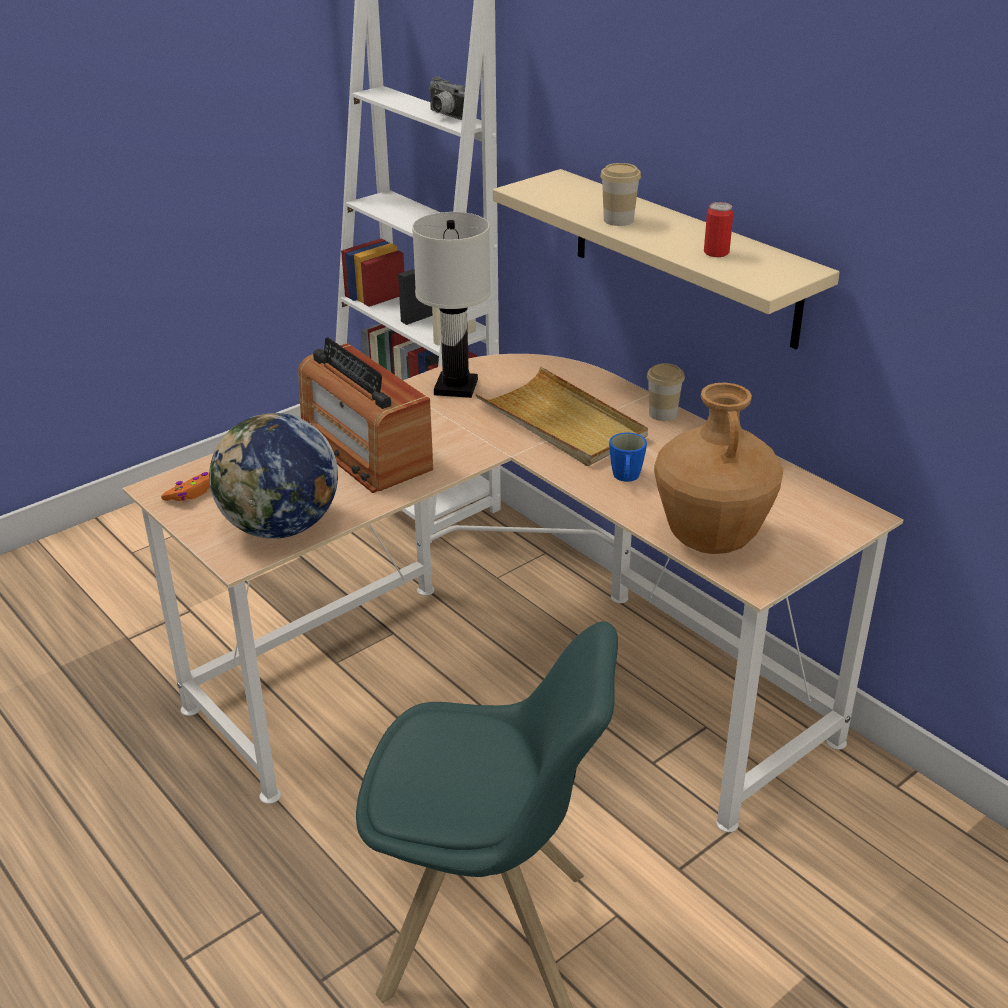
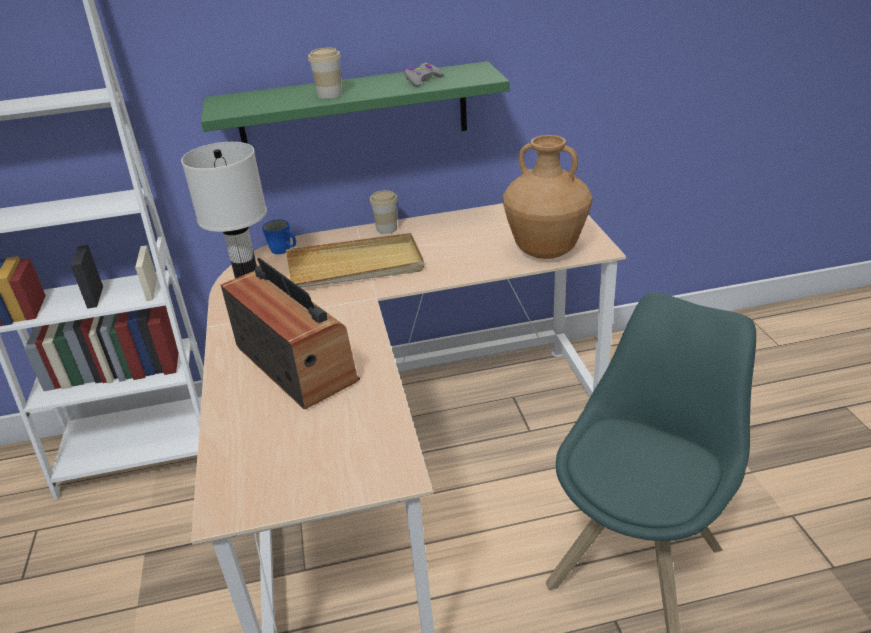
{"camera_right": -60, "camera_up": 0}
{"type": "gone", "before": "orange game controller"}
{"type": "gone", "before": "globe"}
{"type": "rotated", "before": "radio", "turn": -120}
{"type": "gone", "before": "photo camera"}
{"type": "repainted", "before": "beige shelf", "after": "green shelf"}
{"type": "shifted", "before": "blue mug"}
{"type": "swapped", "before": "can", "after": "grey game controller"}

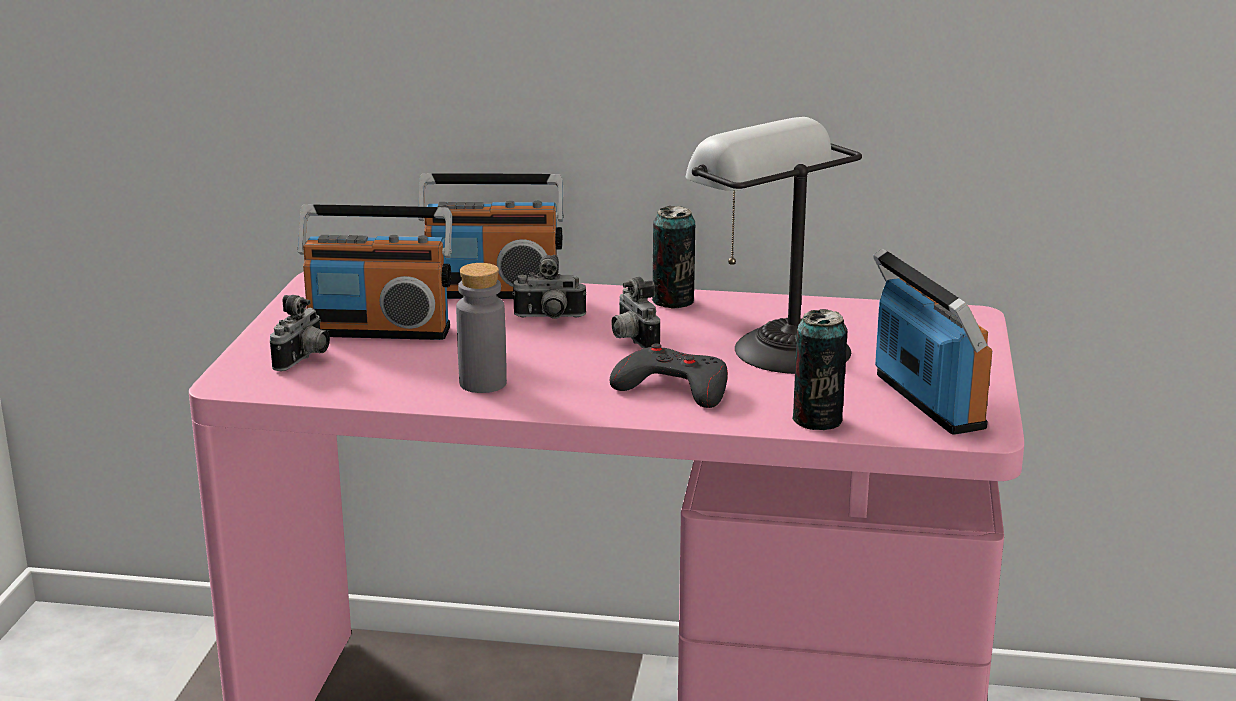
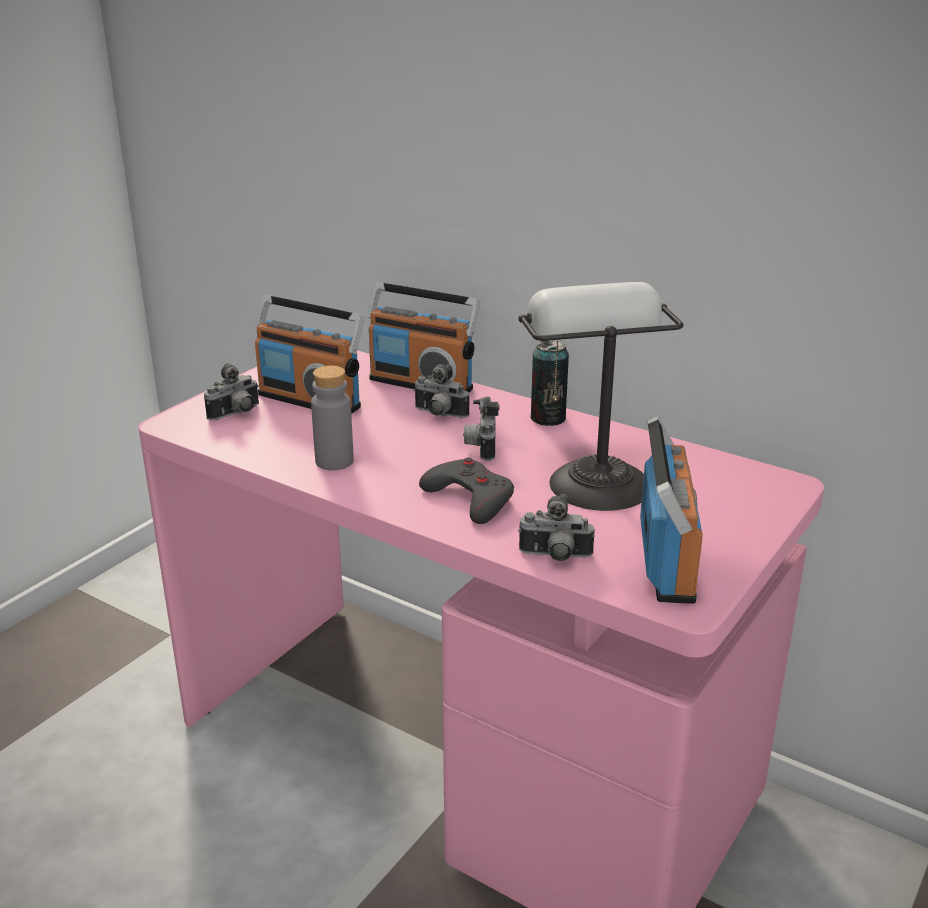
{"camera_right": 25, "camera_up": 5}
{"type": "swapped", "before": "can (no. 2 from left)", "after": "photo camera (no. 4 from left)"}

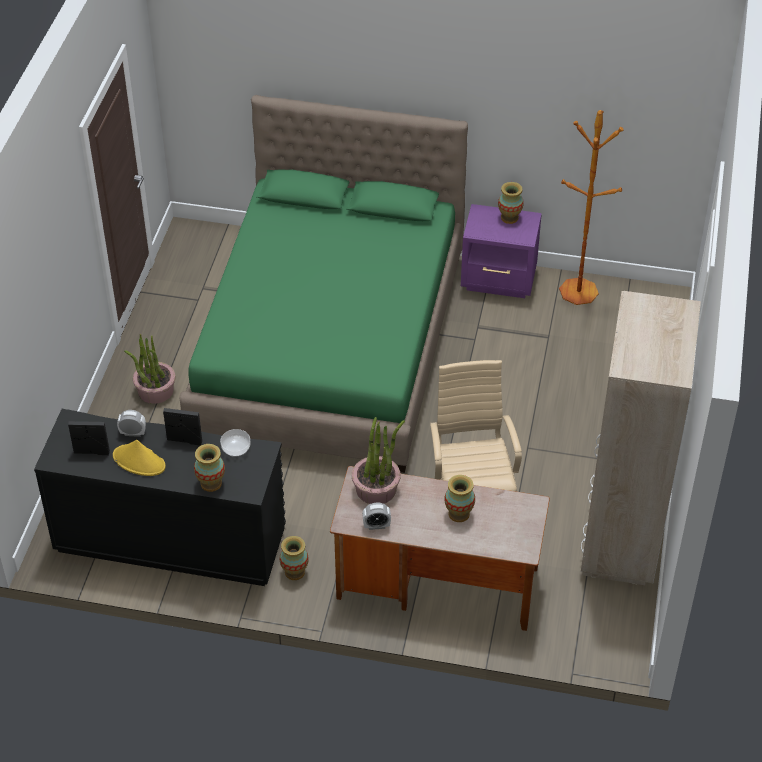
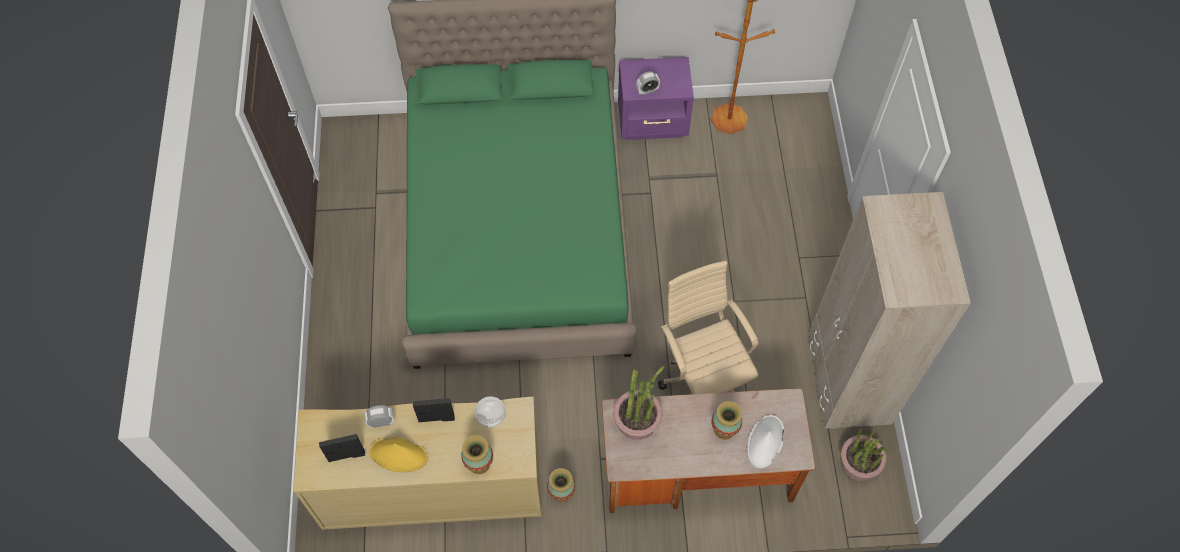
{"camera_right": -15, "camera_up": 15}
{"type": "repainted", "before": "black dresser", "after": "beige dresser"}
{"type": "shifted", "before": "potted plant (no. 1 from left in the first image)", "after": "potted plant (no. 2 from left)"}
{"type": "shifted", "before": "alarm clock (no. 2 from left)"}
{"type": "gone", "before": "vase (no. 4 from left)"}
{"type": "new", "after": "white hat"}

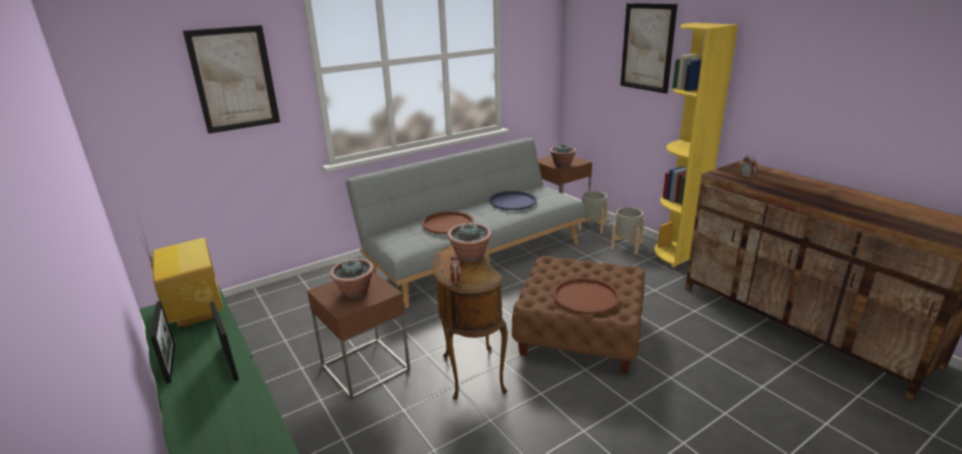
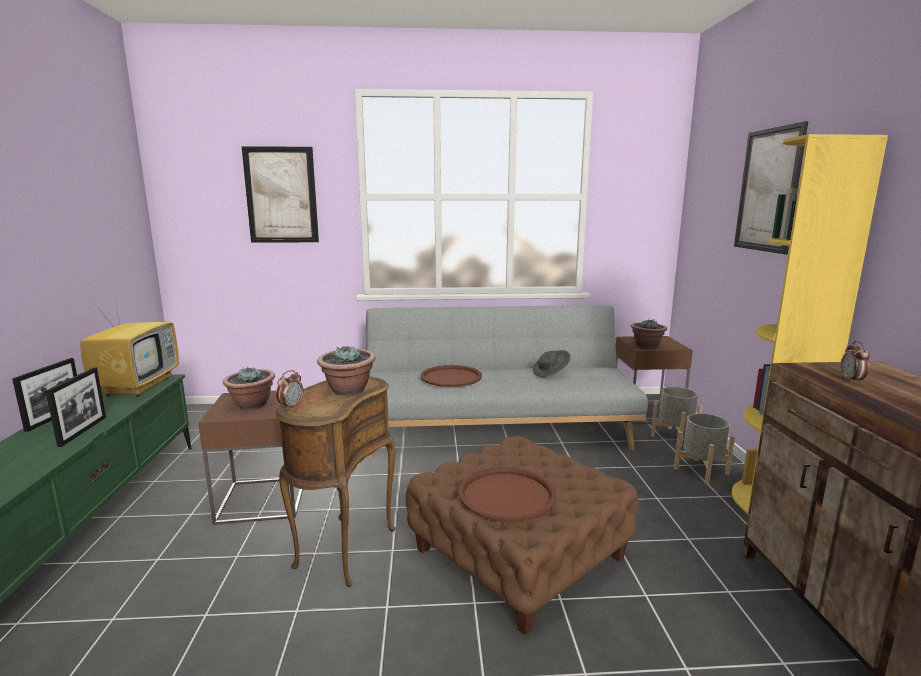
{"camera_right": 30, "camera_up": -10}
{"type": "swapped", "before": "blue tray", "after": "grey hat"}

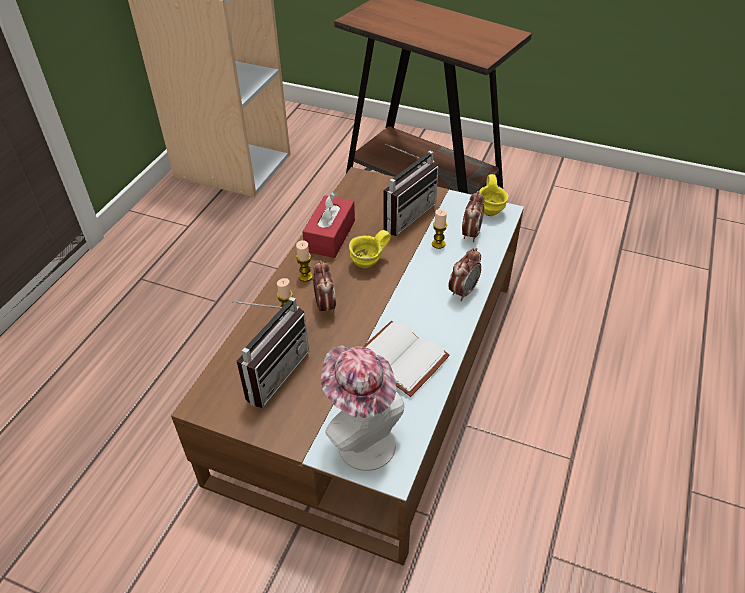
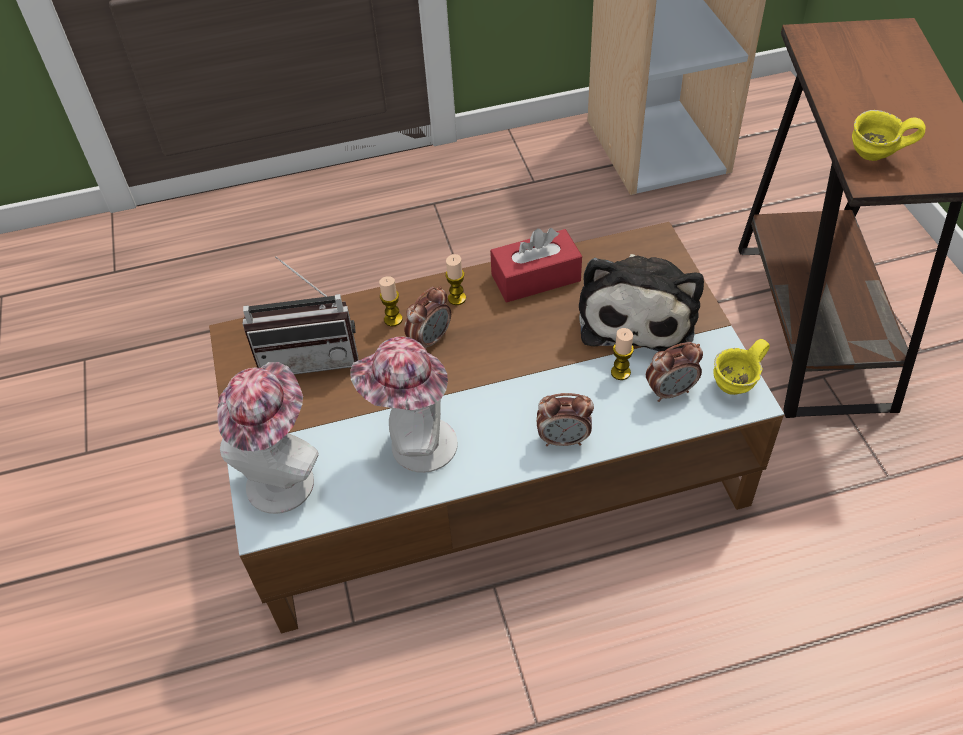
{"camera_right": 55, "camera_up": 5}
{"type": "shifted", "before": "yellow mug (no. 1 from left in the first image)", "after": "yellow mug (no. 2 from left)"}
{"type": "swapped", "before": "white book", "after": "hat (no. 2 from left)"}
{"type": "swapped", "before": "radio (no. 2 from left)", "after": "plush toy"}

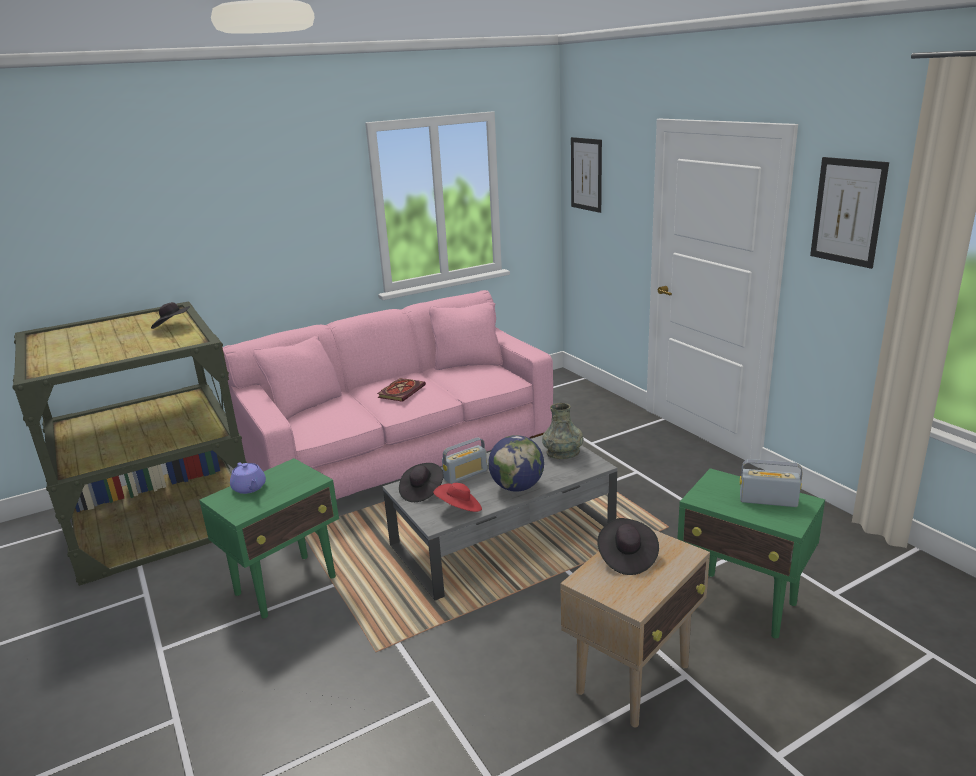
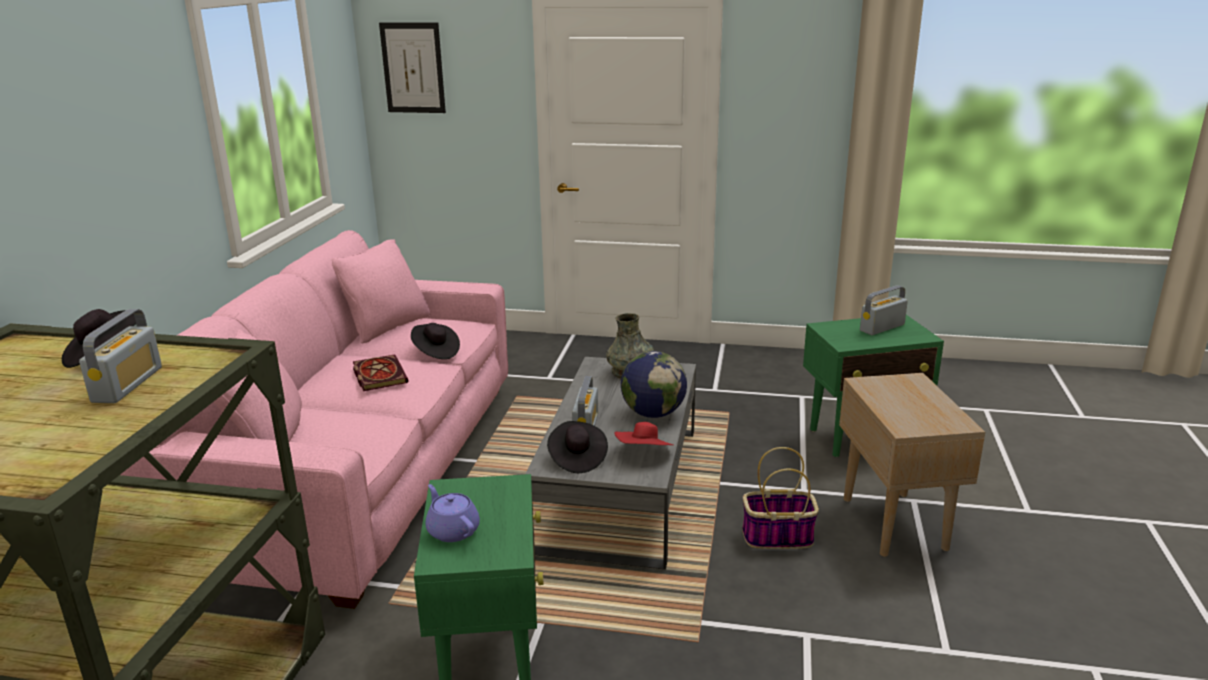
{"camera_right": -50, "camera_up": 0}
{"type": "rotated", "before": "purple teapot", "turn": -135}
{"type": "shifted", "before": "black hat (no. 3 from left in the first image)", "after": "black hat (no. 2 from left)"}
{"type": "gone", "before": "picture (no. 2 from left)"}
{"type": "new", "after": "radio (no. 1 from left)"}
{"type": "new", "after": "basket"}

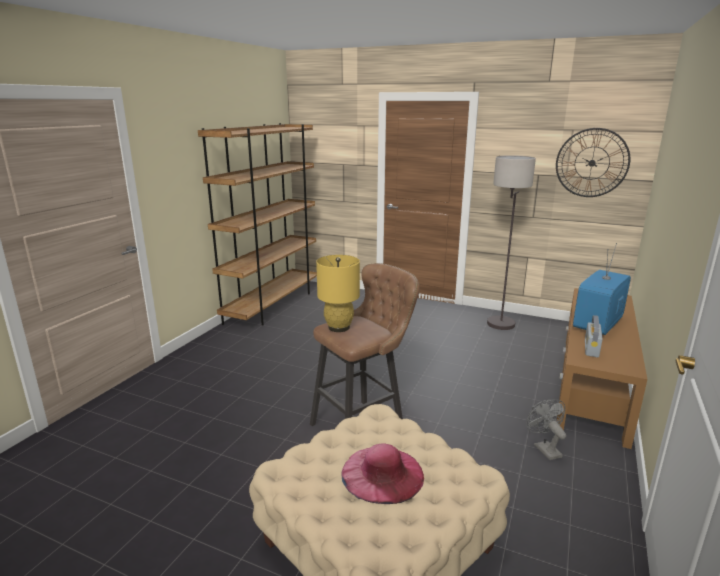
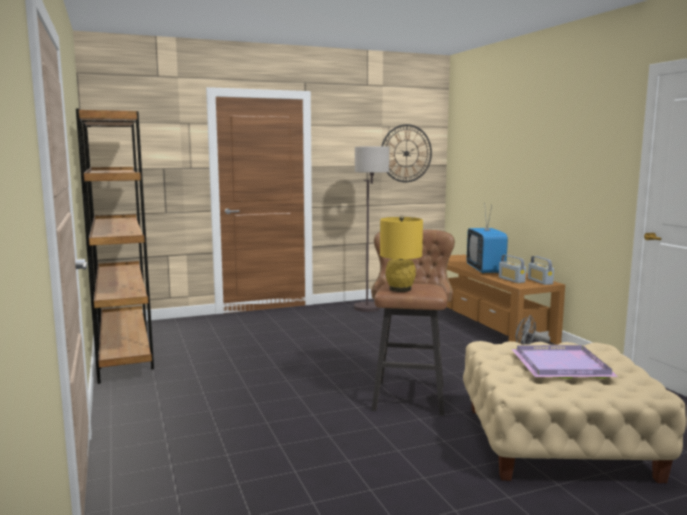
{"camera_right": -45, "camera_up": -10}
{"type": "swapped", "before": "pink hat", "after": "purple tray"}
{"type": "new", "after": "radio (no. 2 from left)"}

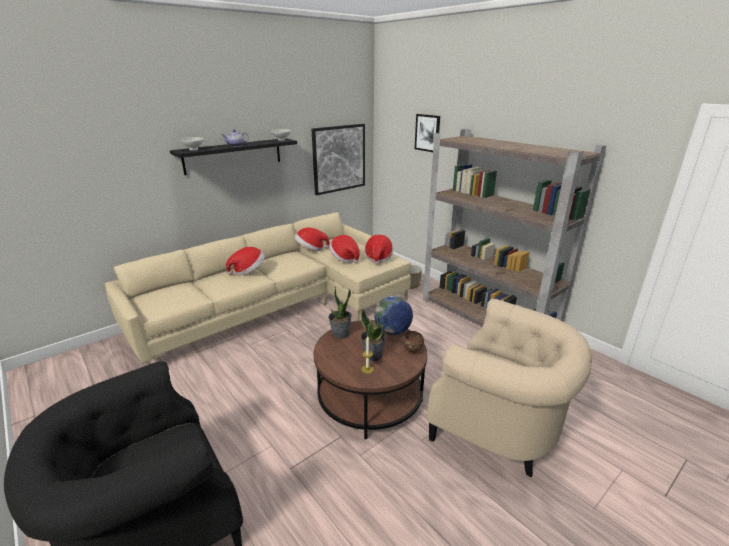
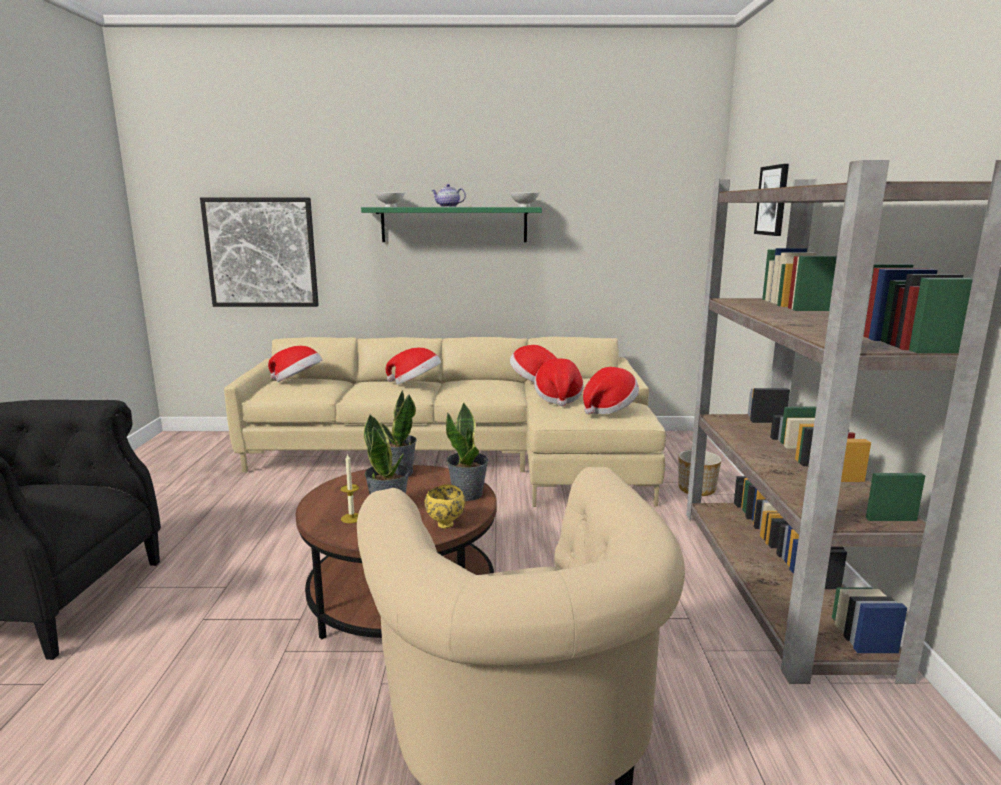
{"camera_right": 40, "camera_up": -10}
{"type": "repainted", "before": "black shelf", "after": "green shelf"}
{"type": "shifted", "before": "picture (no. 1 from left)"}
{"type": "swapped", "before": "globe", "after": "potted plant (no. 3 from left)"}
{"type": "repainted", "before": "brown bowl", "after": "yellow bowl"}
{"type": "new", "after": "hat (no. 1 from left)"}

